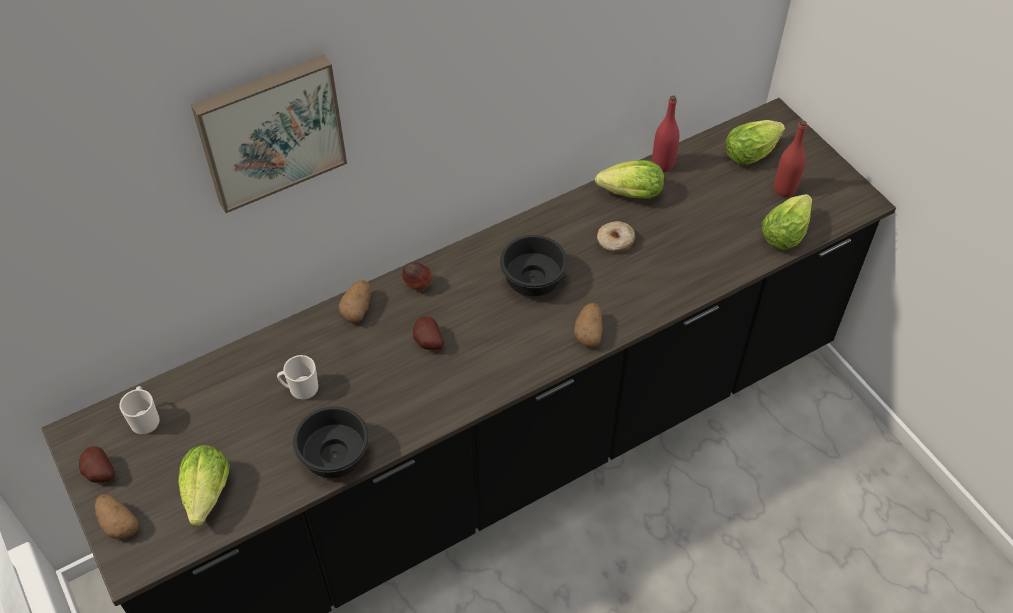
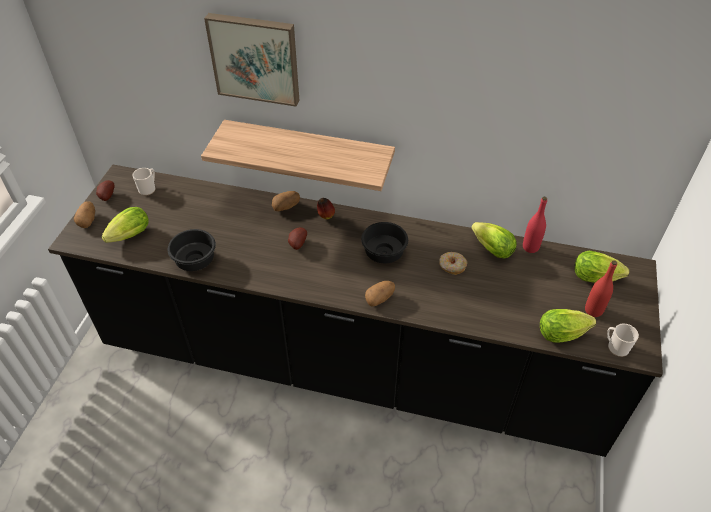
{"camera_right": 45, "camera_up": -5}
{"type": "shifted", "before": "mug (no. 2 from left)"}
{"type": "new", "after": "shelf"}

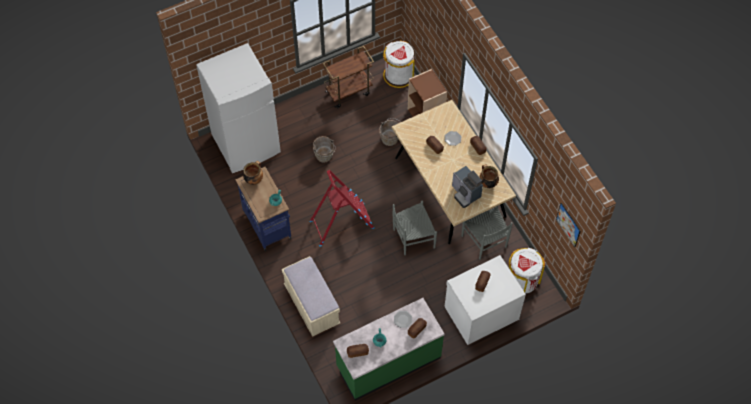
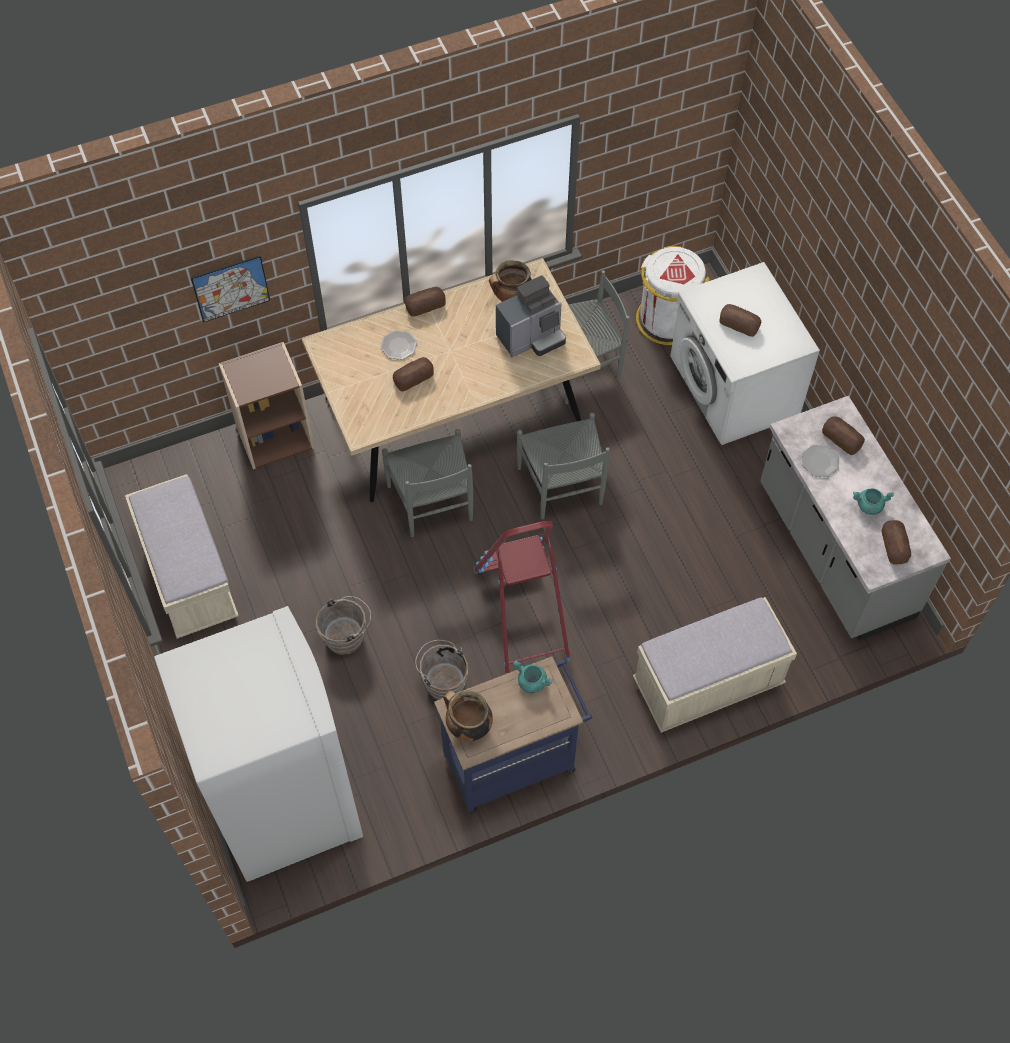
{"camera_right": -85, "camera_up": 0}
{"type": "swapped", "before": "brown cart", "after": "beige bench (no. 1 from left)"}
{"type": "repainted", "before": "green counter", "after": "grey counter"}
{"type": "shifted", "before": "brown bucket (no. 2 from left)"}
{"type": "gone", "before": "white trash can (no. 1 from left)"}
{"type": "shifted", "before": "picture"}
{"type": "new", "after": "grey chair (no. 1 from left)"}

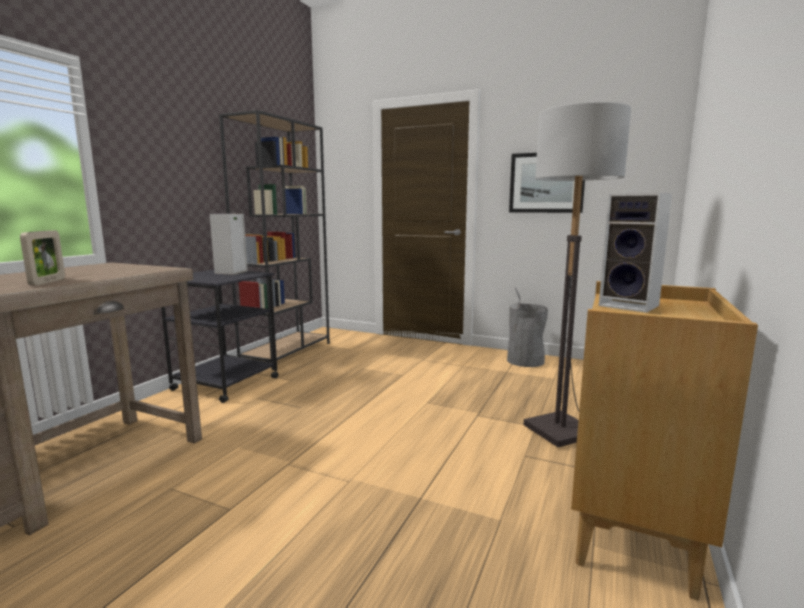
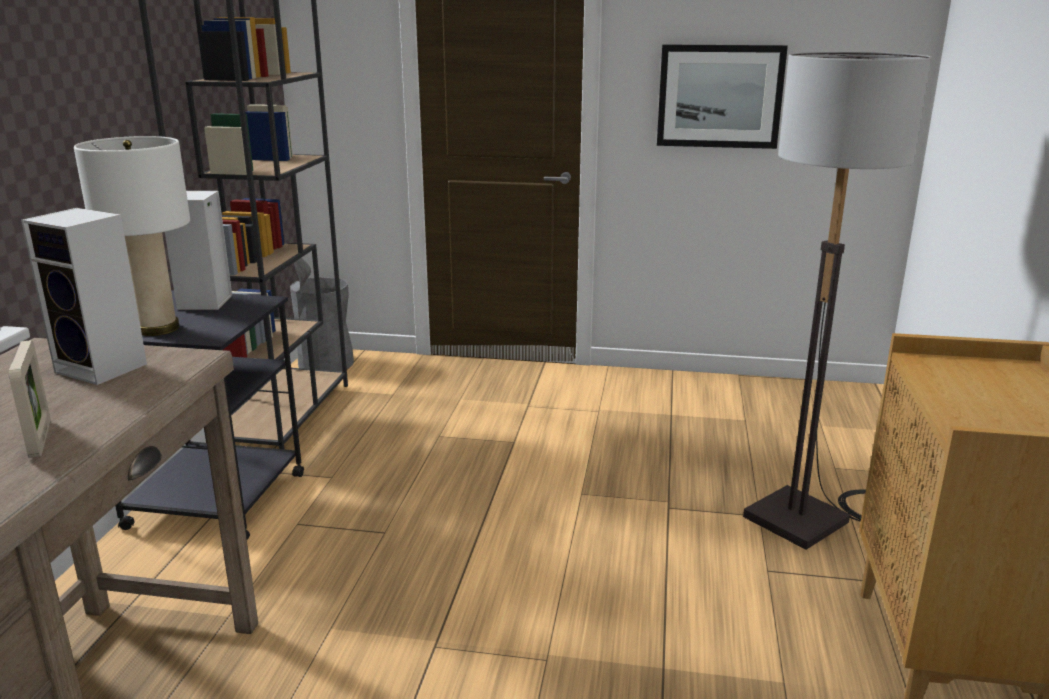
{"camera_right": -15, "camera_up": 10}
{"type": "shifted", "before": "grey trash can"}
{"type": "shifted", "before": "speaker (no. 2 from left in the first image)", "after": "speaker (no. 1 from left)"}
{"type": "new", "after": "white table lamp"}

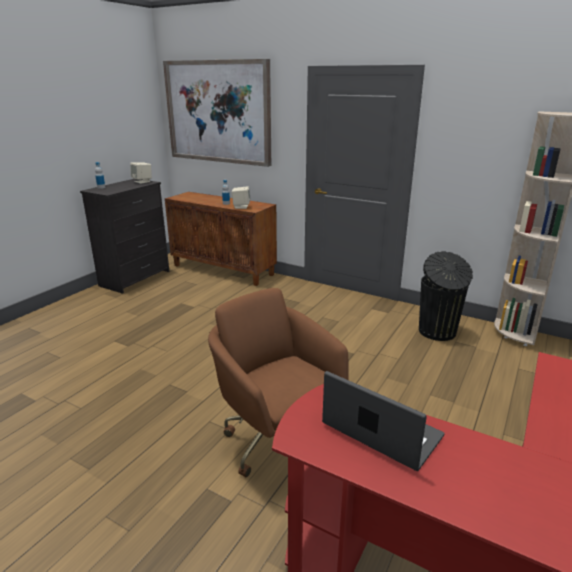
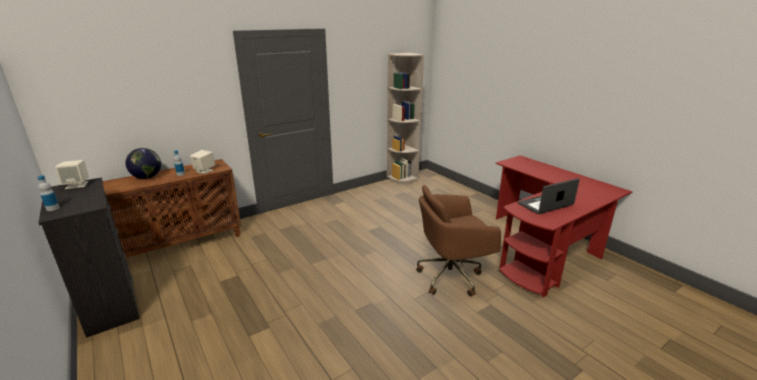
{"camera_right": -65, "camera_up": 0}
{"type": "gone", "before": "picture"}
{"type": "gone", "before": "black trash can"}
{"type": "new", "after": "globe"}

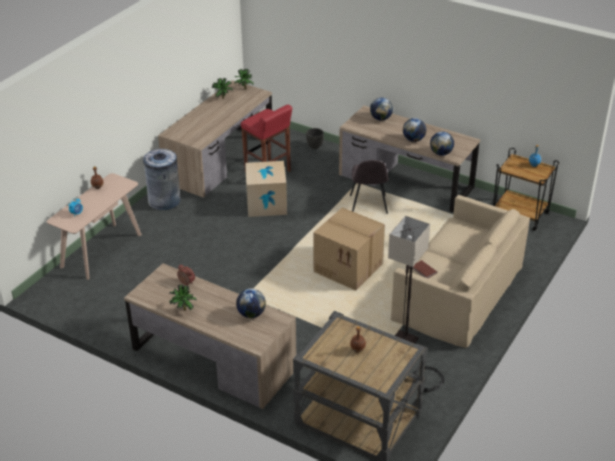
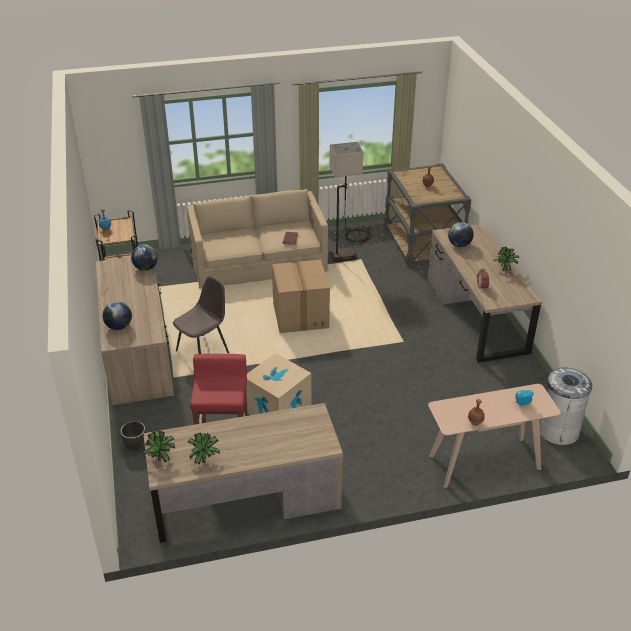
{"camera_right": -135, "camera_up": 0}
{"type": "shifted", "before": "grey trash can"}
{"type": "gone", "before": "globe (no. 3 from left)"}

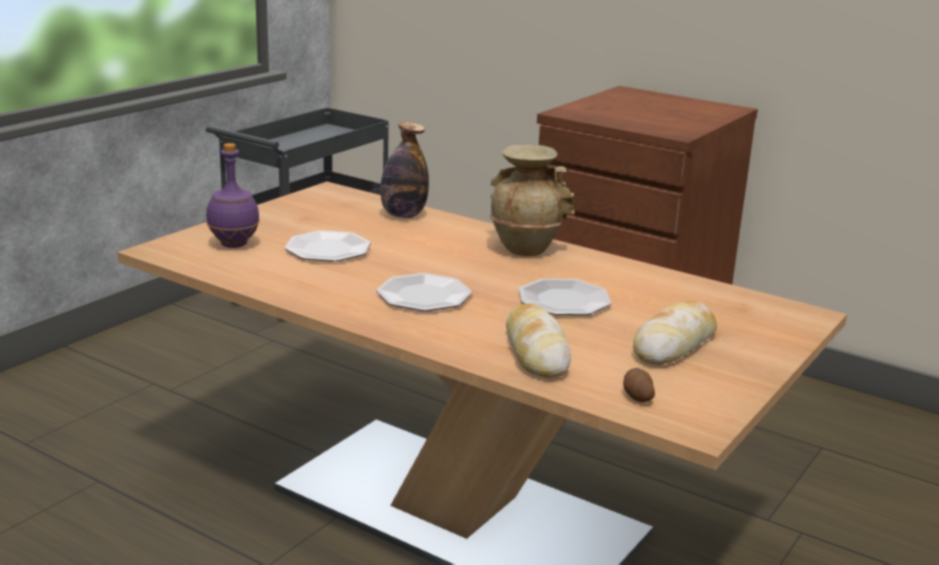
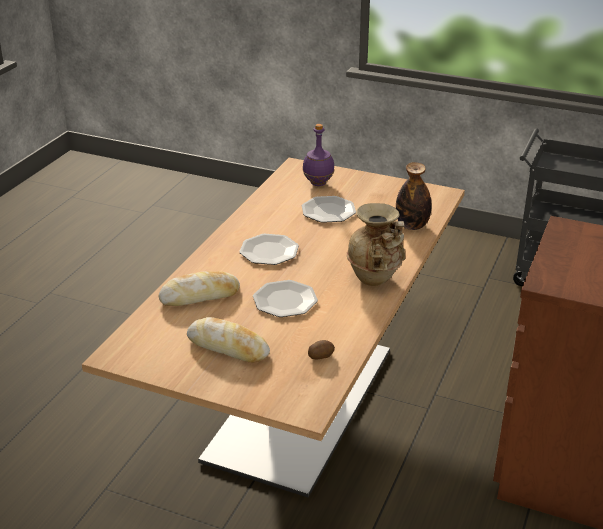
{"camera_right": 80, "camera_up": 10}
{"type": "shifted", "before": "potato"}

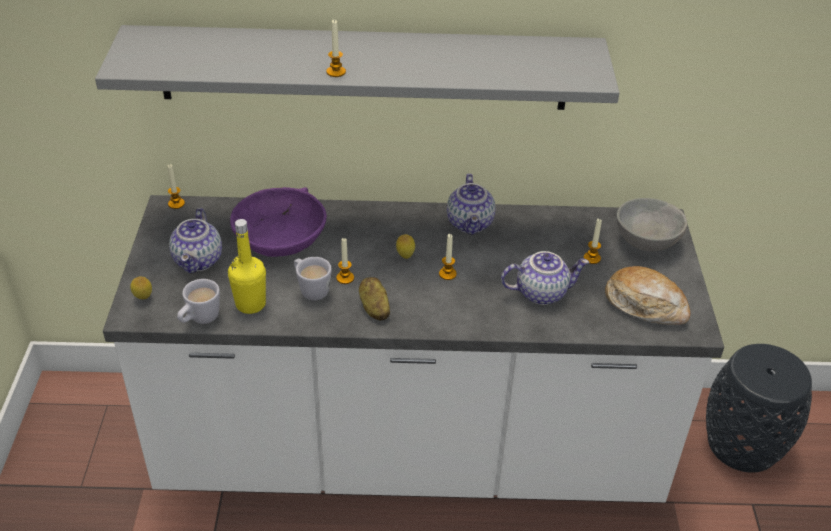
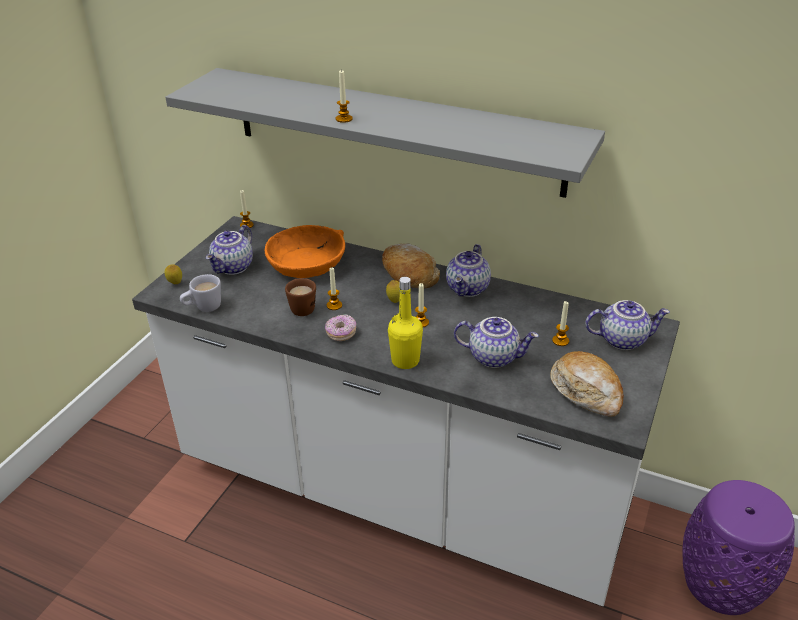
{"camera_right": 25, "camera_up": -5}
{"type": "shifted", "before": "yellow bottle"}
{"type": "repainted", "before": "purple bowl", "after": "orange bowl"}
{"type": "repainted", "before": "white mug (no. 2 from left)", "after": "brown mug"}
{"type": "swapped", "before": "potato", "after": "donut"}
{"type": "swapped", "before": "grey bowl", "after": "teapot (no. 4 from left)"}
{"type": "repainted", "before": "black stool", "after": "purple stool"}
{"type": "new", "after": "bread (no. 1 from left)"}

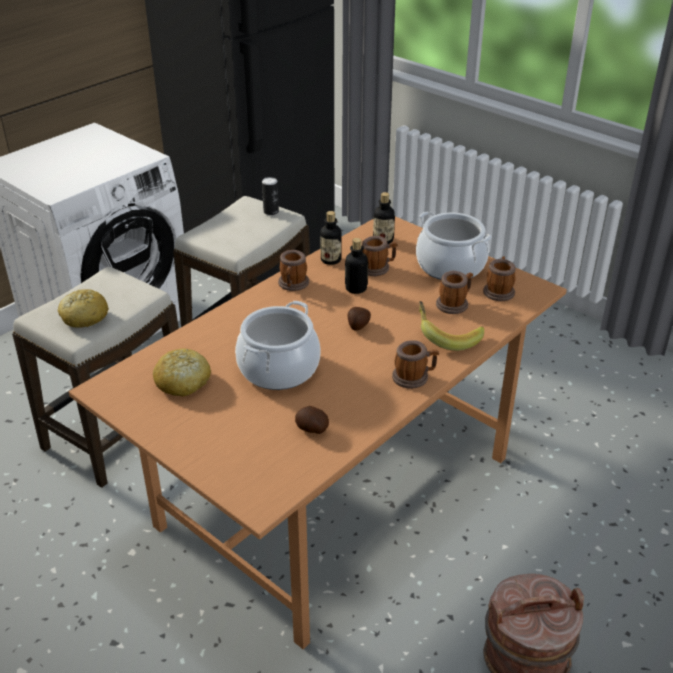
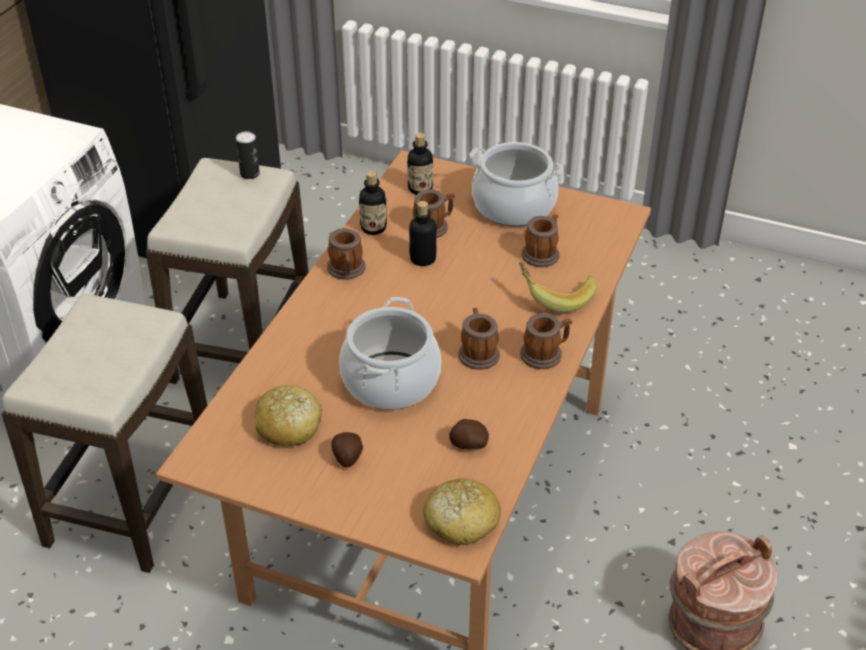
{"camera_right": -20, "camera_up": 5}
{"type": "shifted", "before": "bread (no. 1 from left in the first image)", "after": "bread (no. 2 from left)"}
{"type": "shifted", "before": "potato (no. 2 from left in the first image)", "after": "potato (no. 1 from left)"}
{"type": "shifted", "before": "mug (no. 5 from left in the first image)", "after": "mug (no. 3 from left)"}

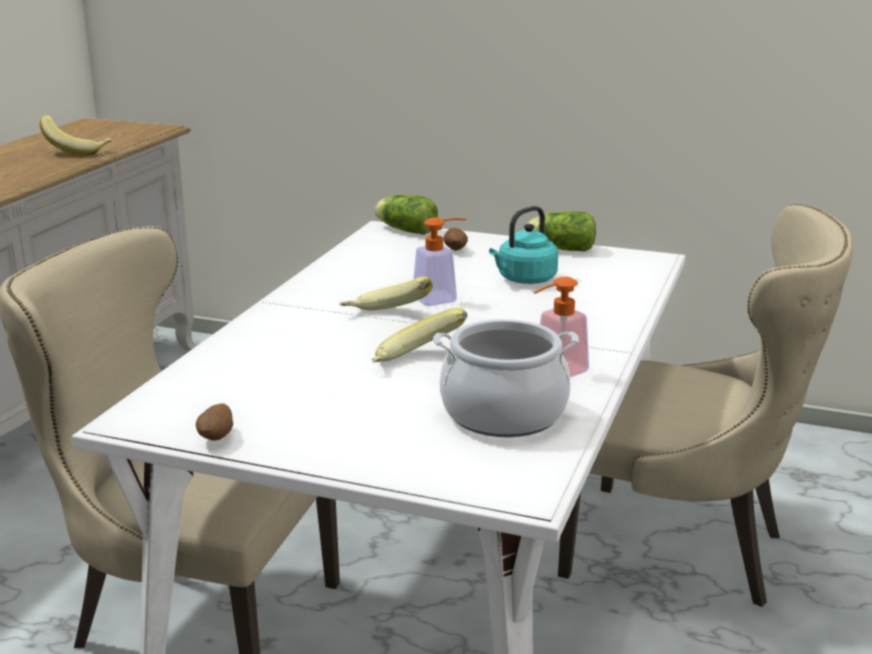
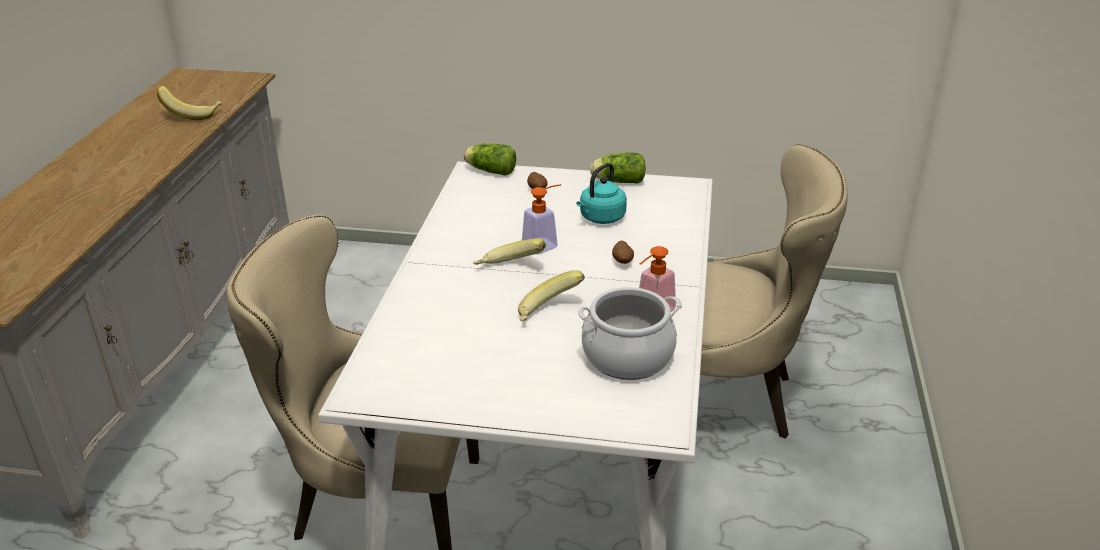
{"camera_right": -10, "camera_up": 10}
{"type": "shifted", "before": "potato (no. 1 from left in the first image)", "after": "potato (no. 2 from left)"}

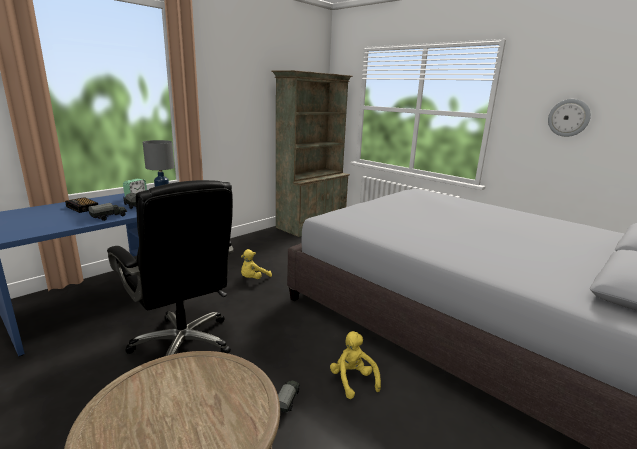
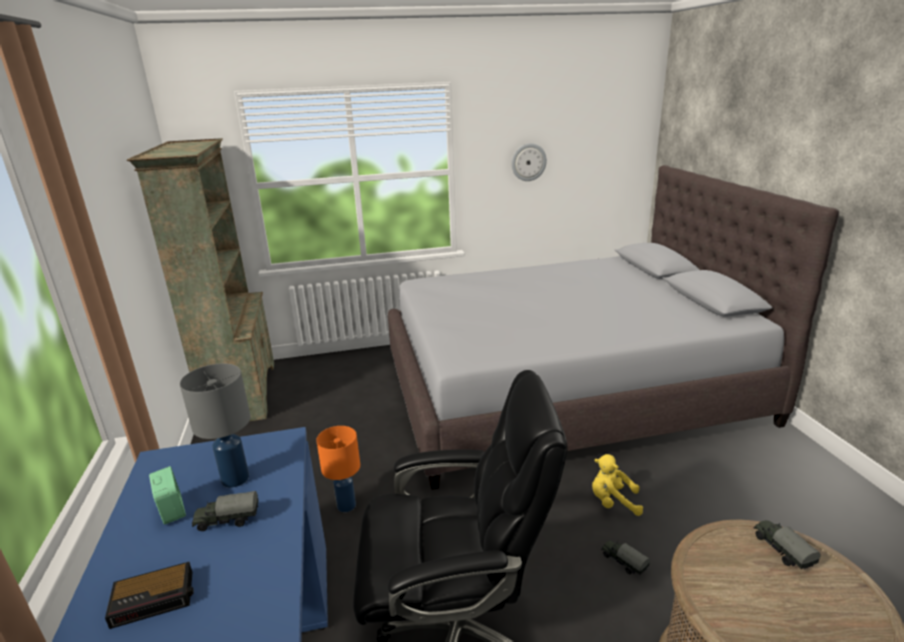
{"camera_right": -55, "camera_up": 5}
{"type": "shifted", "before": "toy truck (no. 1 from left in the first image)", "after": "toy truck (no. 3 from left)"}
{"type": "swapped", "before": "yellow plush toy (no. 1 from left)", "after": "orange table lamp"}

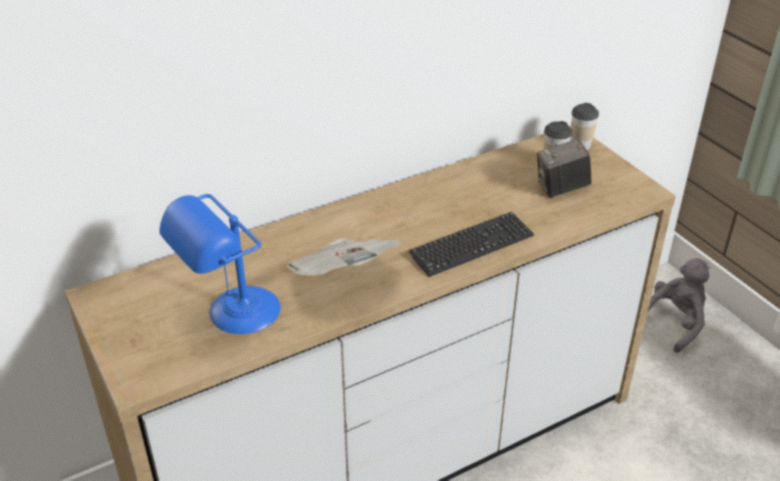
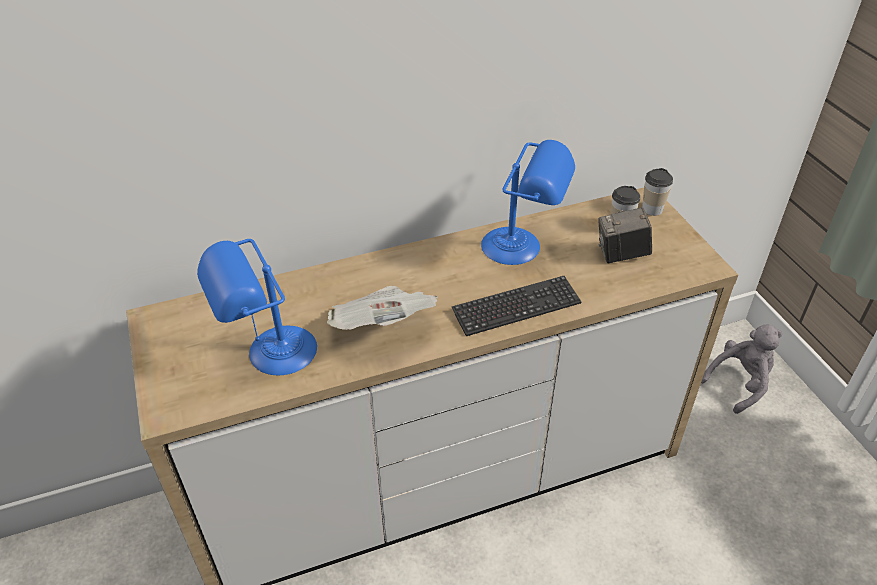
{"camera_right": 10, "camera_up": 5}
{"type": "new", "after": "blue table lamp (no. 2 from left)"}

